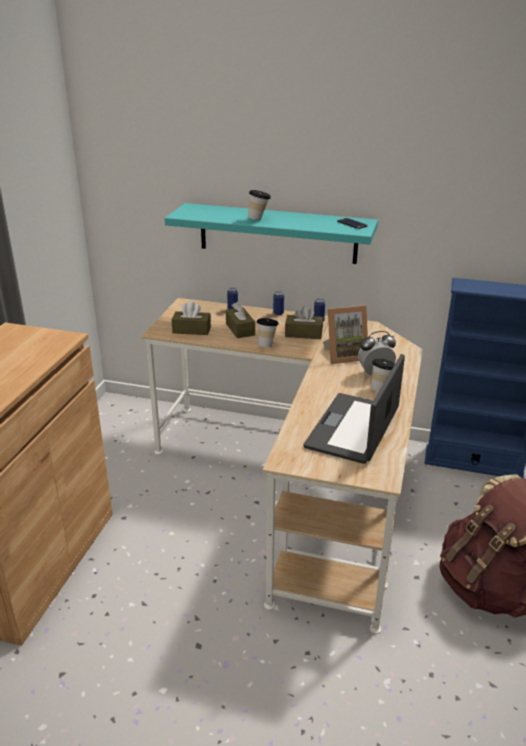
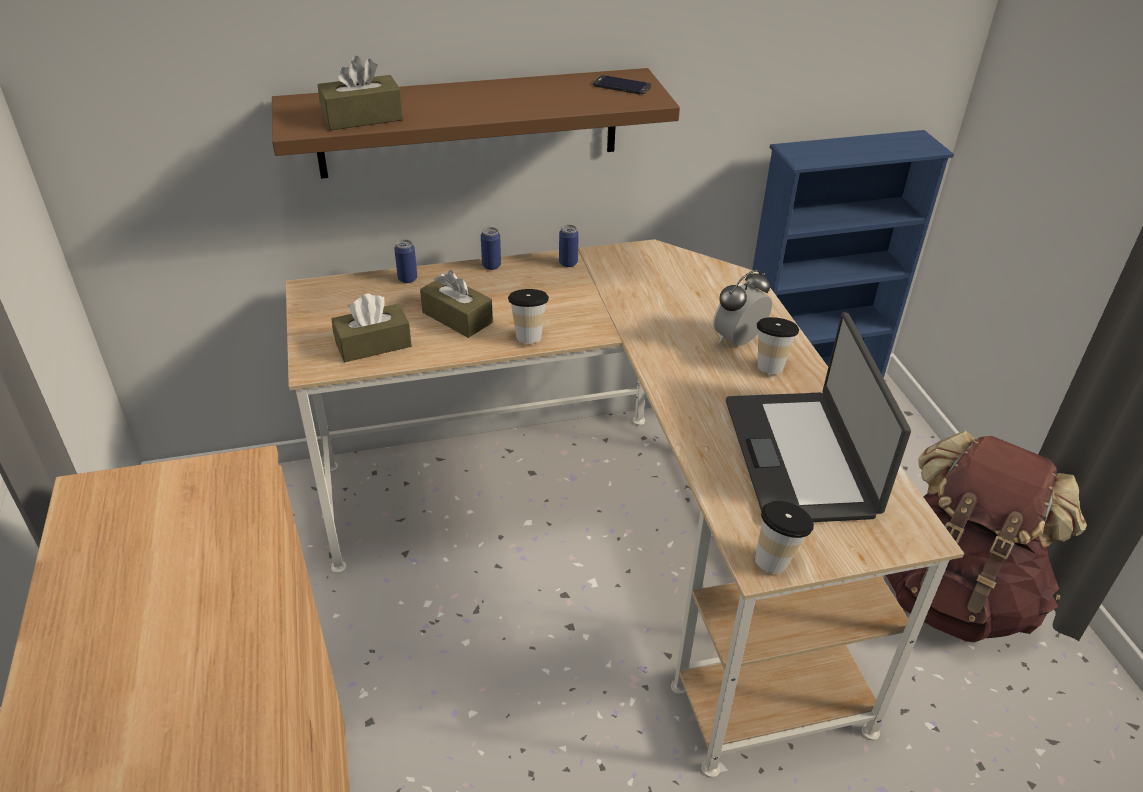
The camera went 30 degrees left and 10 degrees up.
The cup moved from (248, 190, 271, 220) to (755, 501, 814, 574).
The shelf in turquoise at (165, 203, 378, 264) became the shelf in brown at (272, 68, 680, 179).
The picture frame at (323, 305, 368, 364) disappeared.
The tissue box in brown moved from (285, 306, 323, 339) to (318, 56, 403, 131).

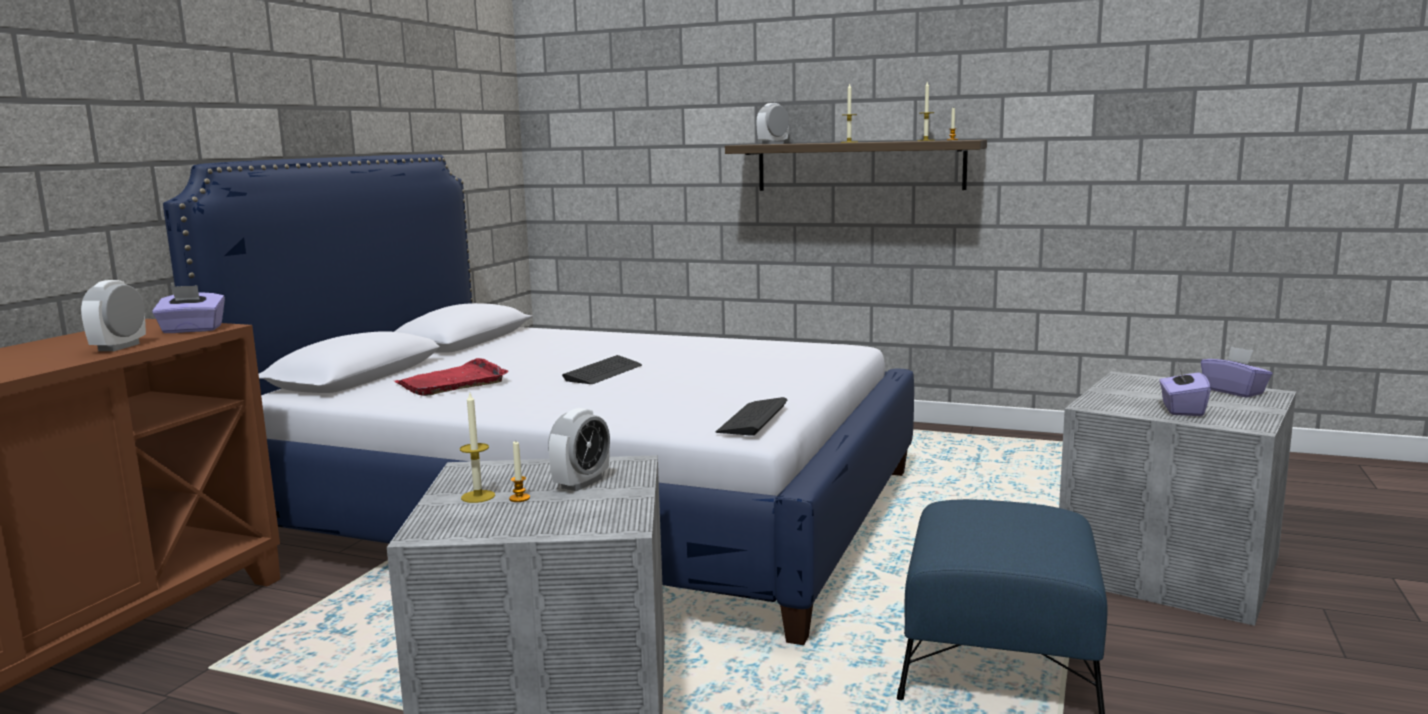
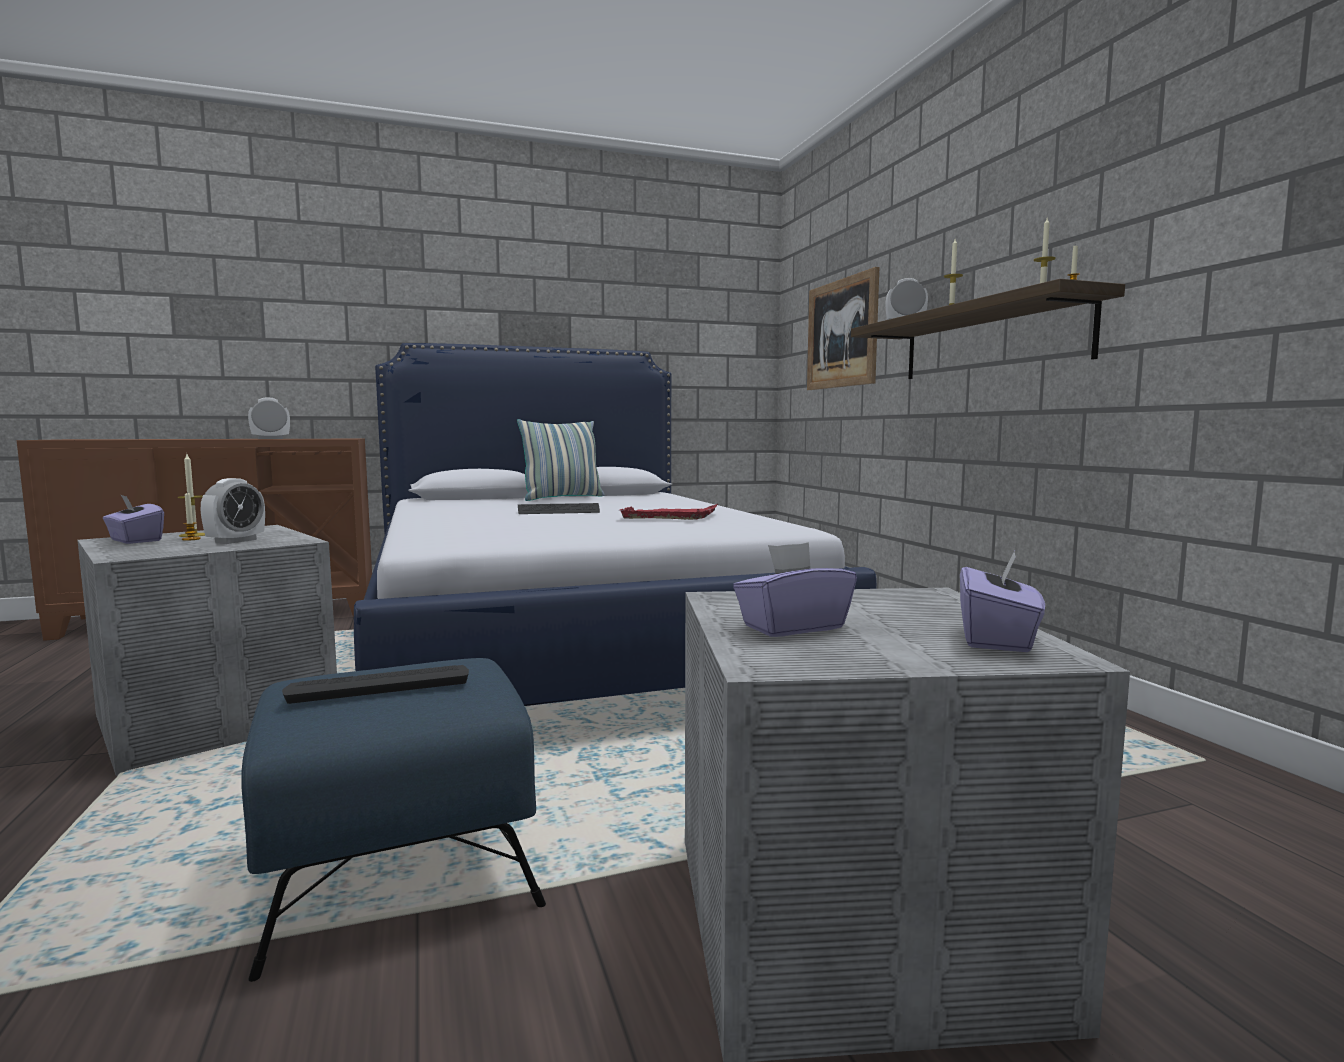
The camera went 50 degrees right and 5 degrees down.
The tissue box in purple moved from (152, 285, 225, 333) to (103, 494, 164, 544).
The tray in red moved from (394, 358, 509, 396) to (620, 504, 718, 520).
The keyboard moved from (716, 397, 787, 436) to (282, 665, 469, 704).
The alarm clock at (548, 408, 610, 491) turned 60 degrees counterclockwise.
The picture at (807, 267, 879, 390) appeared.
The pillow at (517, 419, 605, 501) appeared.

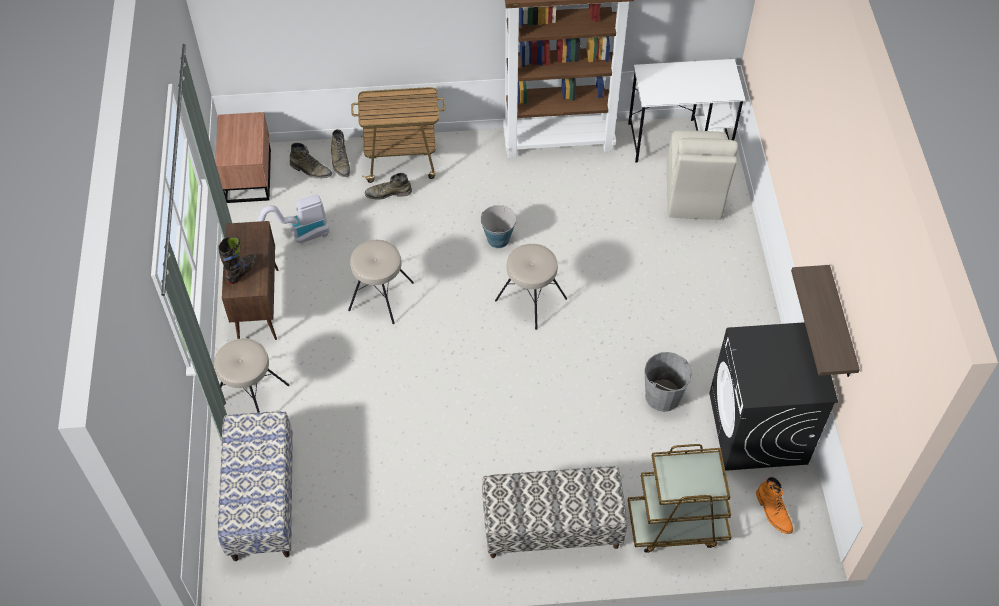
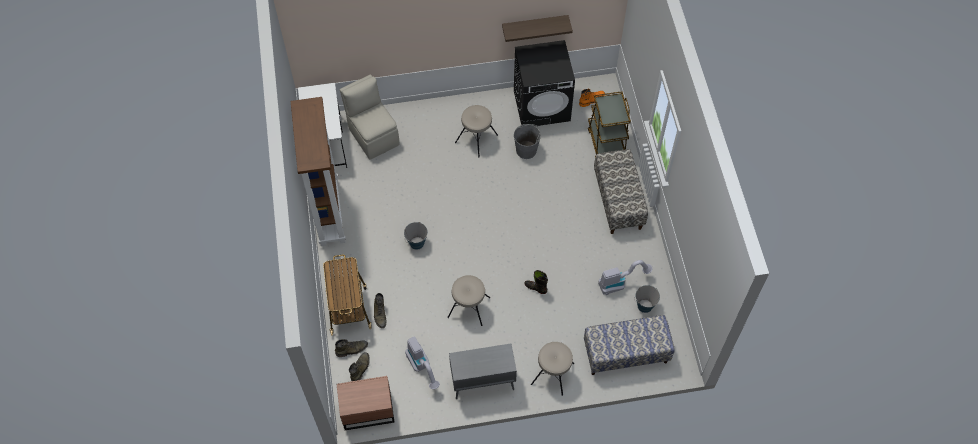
The camera went 95 degrees left and 5 degrees up.
The chair in beige at (667, 130, 738, 220) turned 120 degrees counterclockwise.
The cabinet in brown at (222, 221, 278, 340) became the cabinet in grey at (449, 344, 517, 399).
The boot in black moved from (218, 236, 256, 284) to (525, 270, 548, 294).
The stool in beige moved from (495, 244, 567, 330) to (455, 105, 498, 157).
The vacuum cleaner at (598, 260, 653, 295) appeared.
The bucket at (634, 285, 660, 313) appeared.

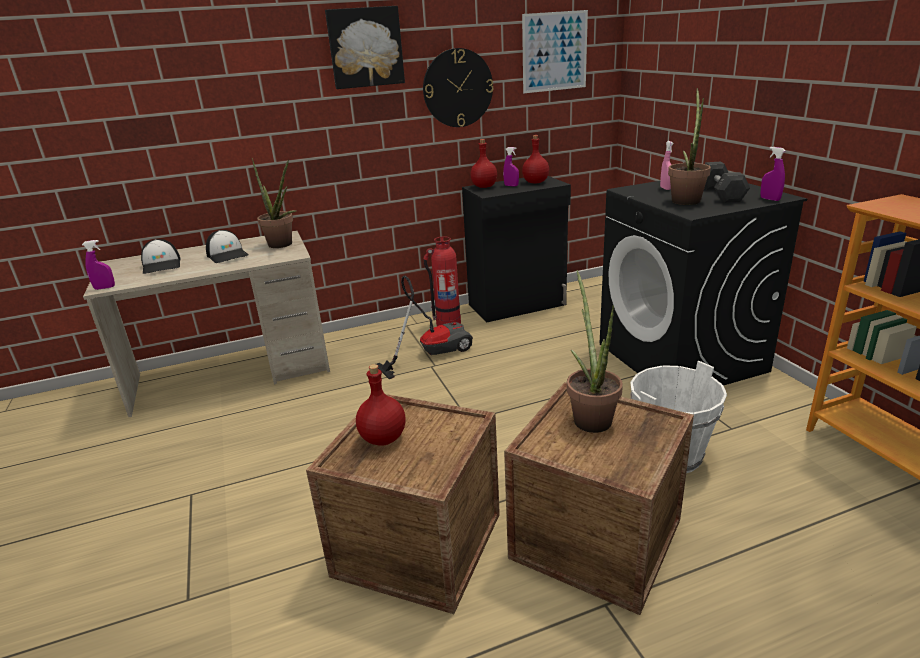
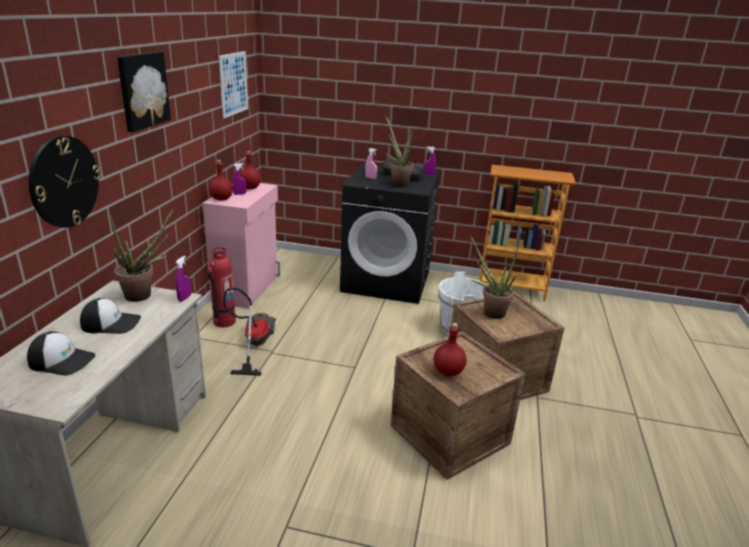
The camera went 60 degrees left and 0 degrees up.
The wall clock moved from (423, 48, 494, 127) to (29, 136, 101, 228).
The cabinet in black at (462, 176, 571, 322) became the cabinet in pink at (203, 183, 280, 309).
The spray bottle in purple moved from (82, 240, 115, 290) to (176, 256, 191, 302).

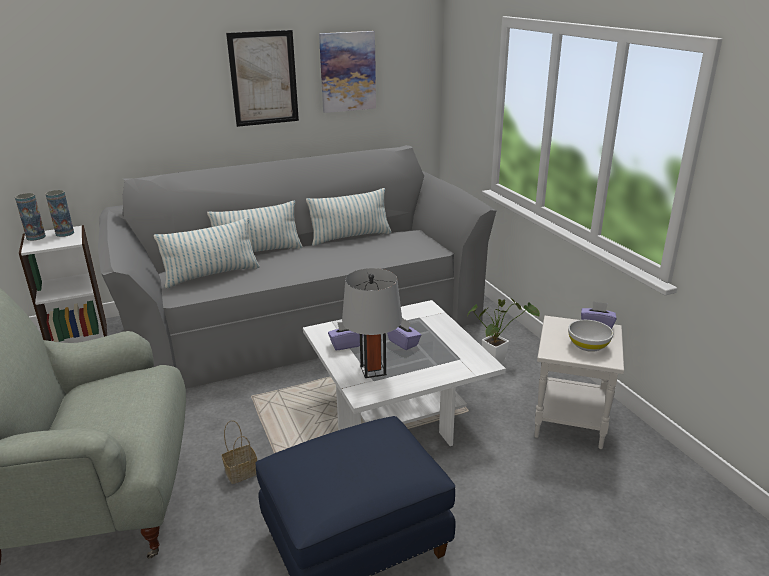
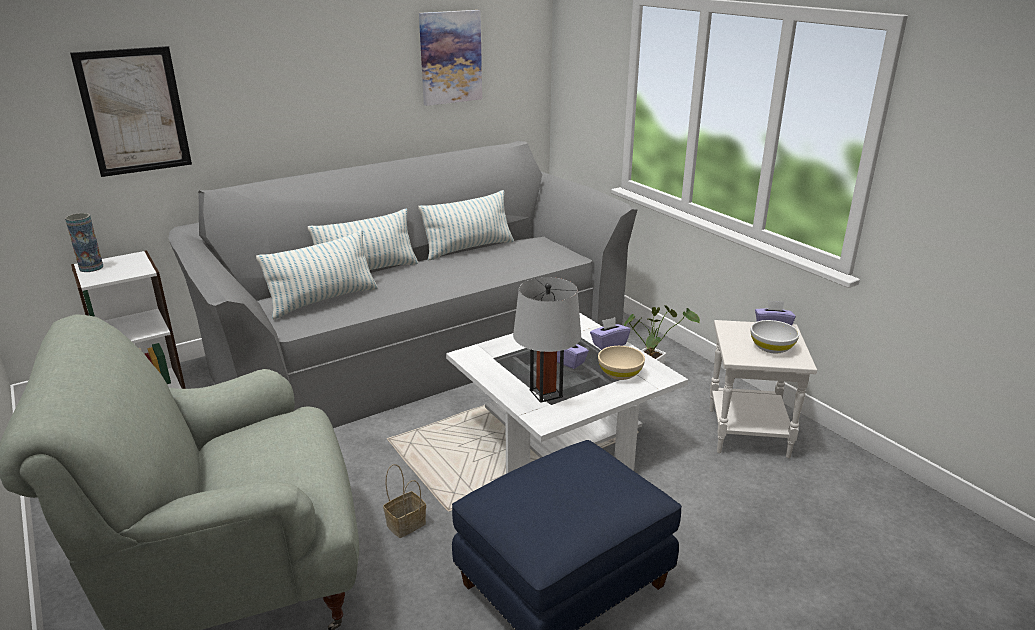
The camera went 10 degrees left and 0 degrees up.
The picture moved from (226, 30, 299, 127) to (70, 46, 192, 177).
The vase at (45, 190, 74, 237) disappeared.
The tissue box in purple moved from (328, 322, 364, 350) to (590, 317, 630, 350).
The bowl in beige at (598, 346, 645, 380) appeared.

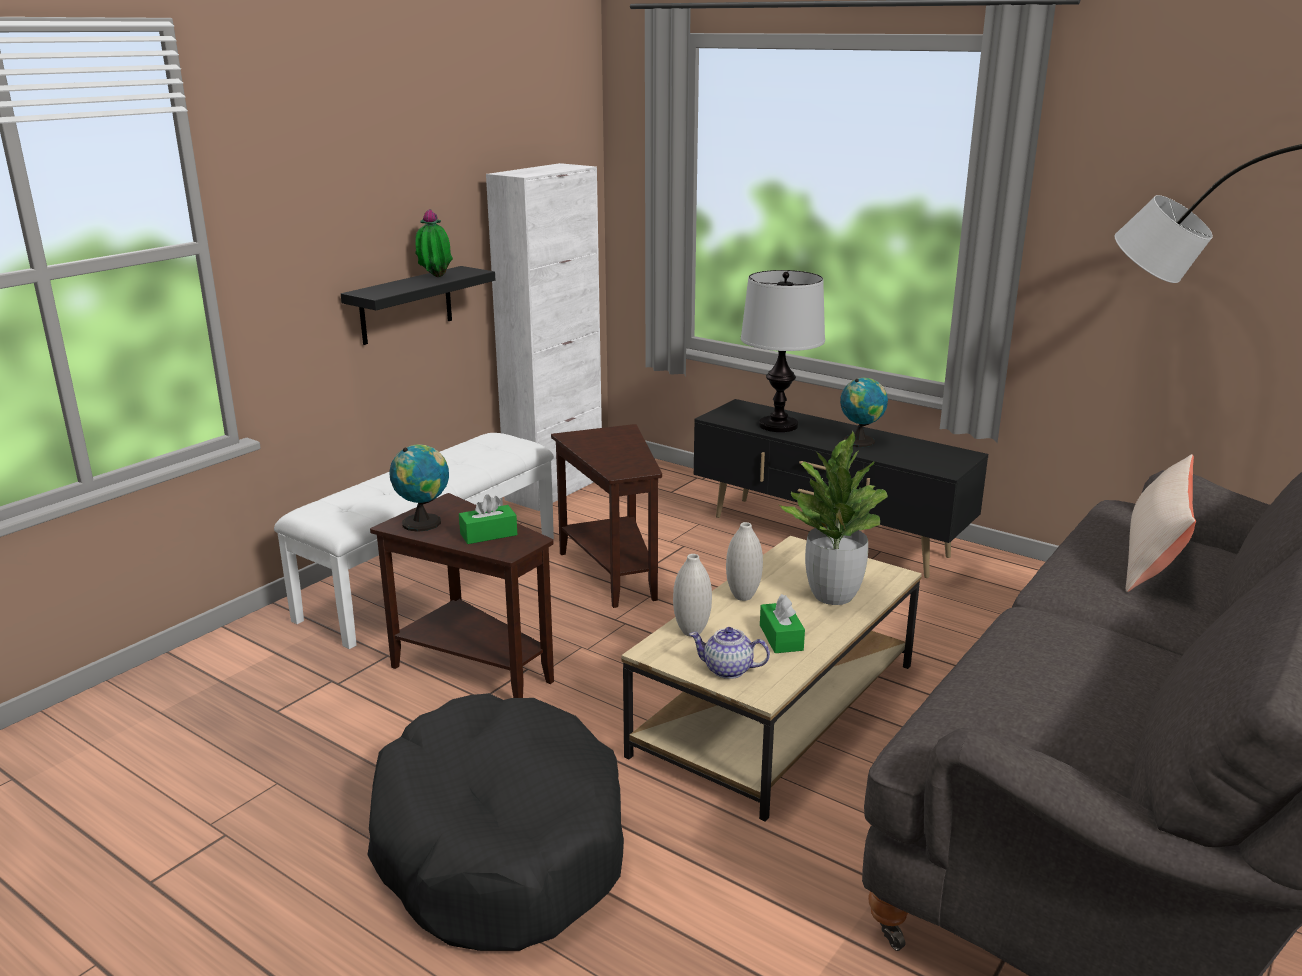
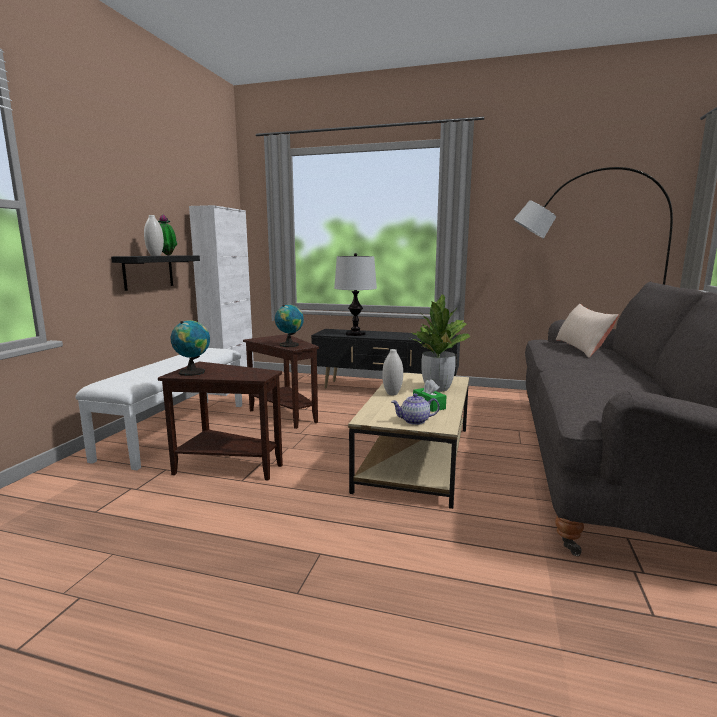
The camera went 20 degrees left and 10 degrees down.
The globe moved from (840, 378, 888, 447) to (275, 305, 304, 347).
The tissue box in green at (459, 494, 517, 544) disappeared.
The vase in white moved from (673, 554, 712, 637) to (144, 215, 164, 256).
The dog bed in black at (367, 693, 624, 951) disappeared.

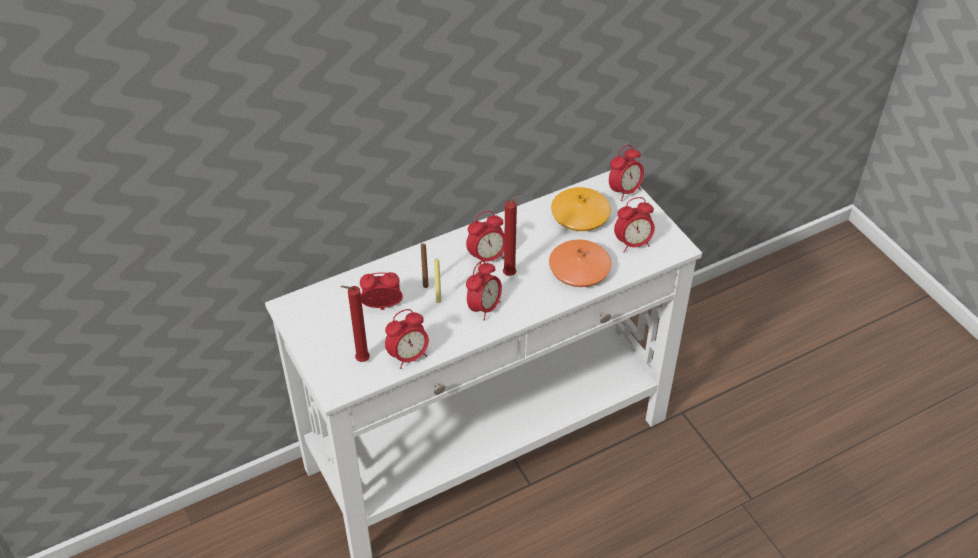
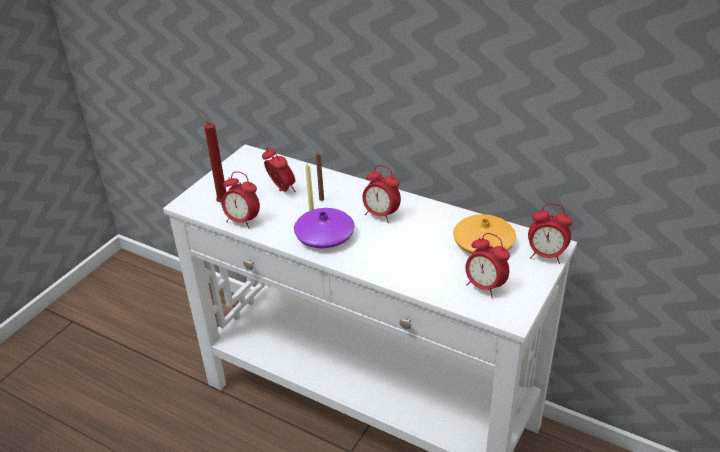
The camera went 60 degrees right and 10 degrees down.
The candle in red at (503, 195, 523, 276) disappeared.
The vase in orange at (549, 239, 612, 287) disappeared.
The alarm clock at (466, 261, 502, 321) was replaced by the vase in purple at (294, 208, 355, 248).

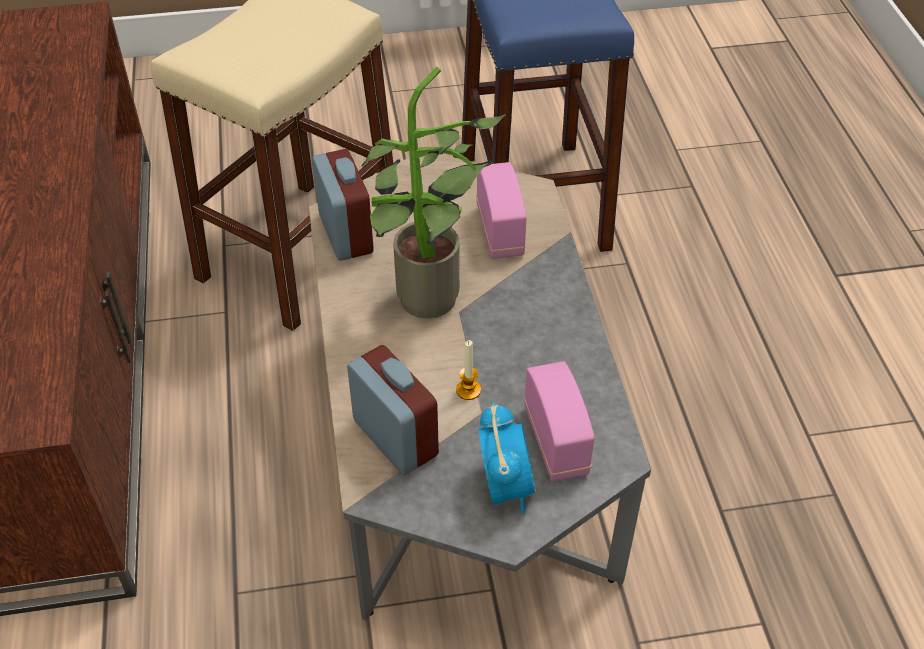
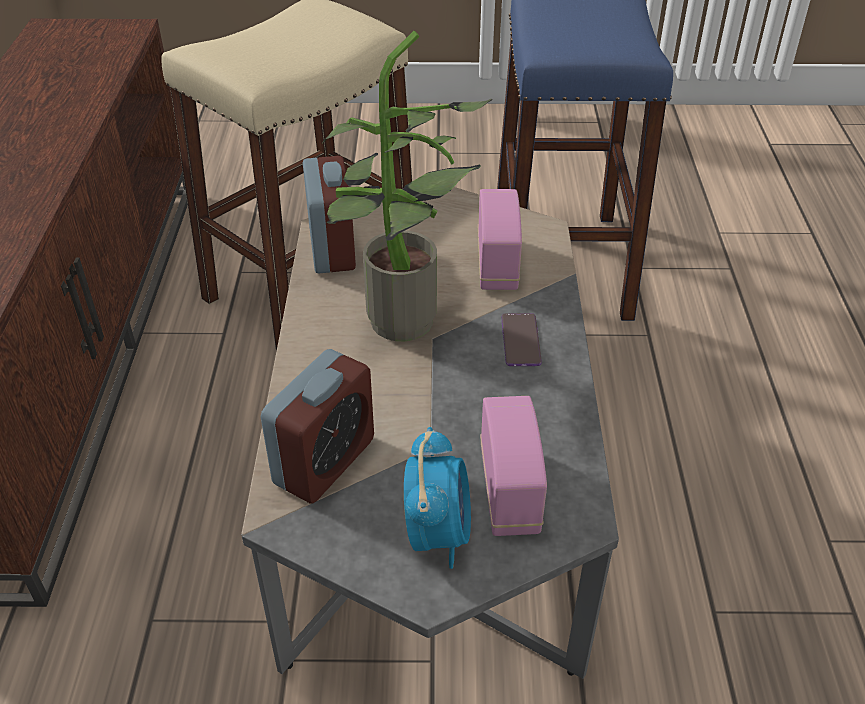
The camera went 10 degrees right and 5 degrees down.
The candle at (456, 340, 481, 400) disappeared.
The alarm clock at (347, 345, 439, 475) turned 60 degrees clockwise.
The phone at (502, 313, 542, 366) appeared.

